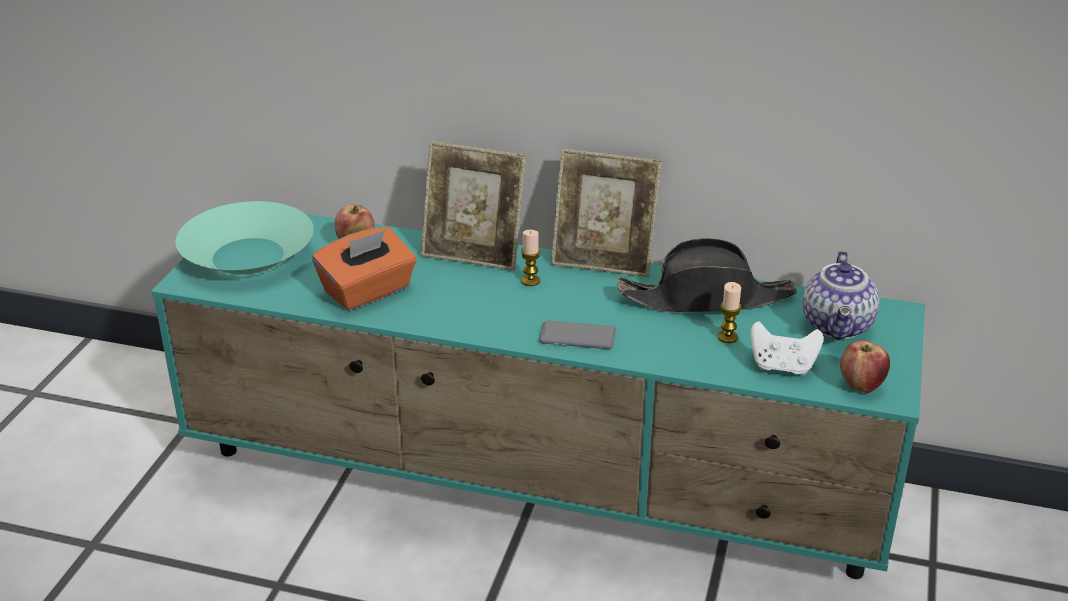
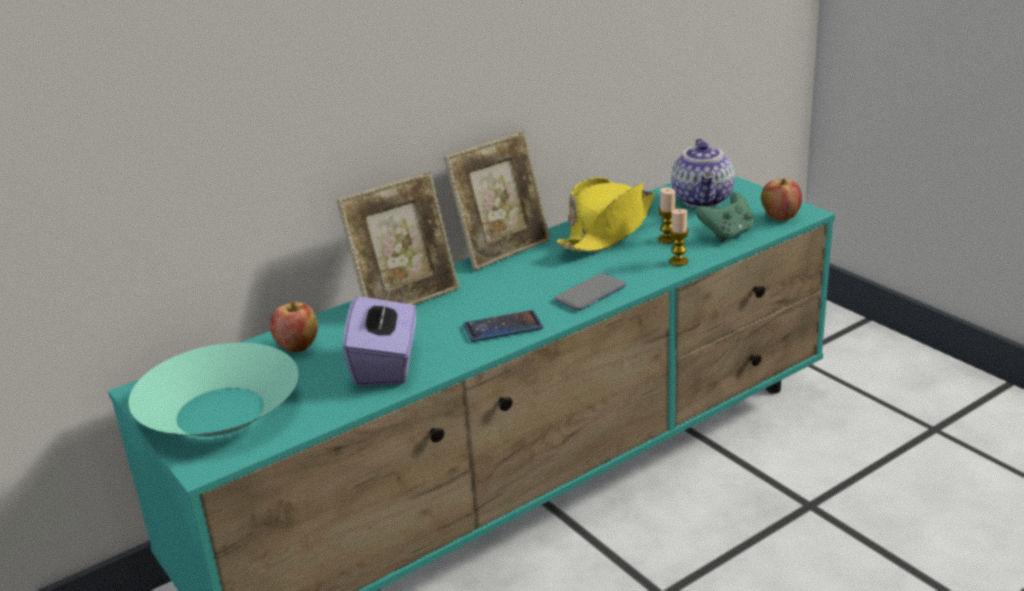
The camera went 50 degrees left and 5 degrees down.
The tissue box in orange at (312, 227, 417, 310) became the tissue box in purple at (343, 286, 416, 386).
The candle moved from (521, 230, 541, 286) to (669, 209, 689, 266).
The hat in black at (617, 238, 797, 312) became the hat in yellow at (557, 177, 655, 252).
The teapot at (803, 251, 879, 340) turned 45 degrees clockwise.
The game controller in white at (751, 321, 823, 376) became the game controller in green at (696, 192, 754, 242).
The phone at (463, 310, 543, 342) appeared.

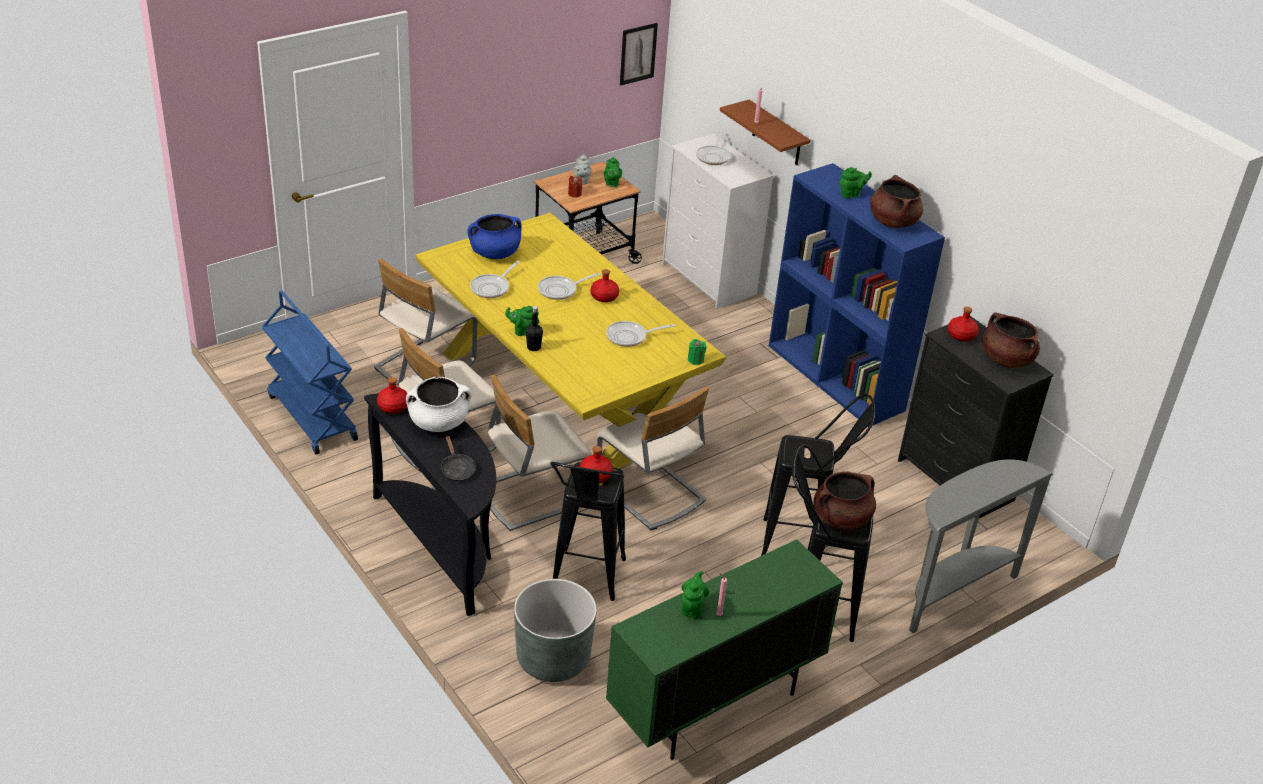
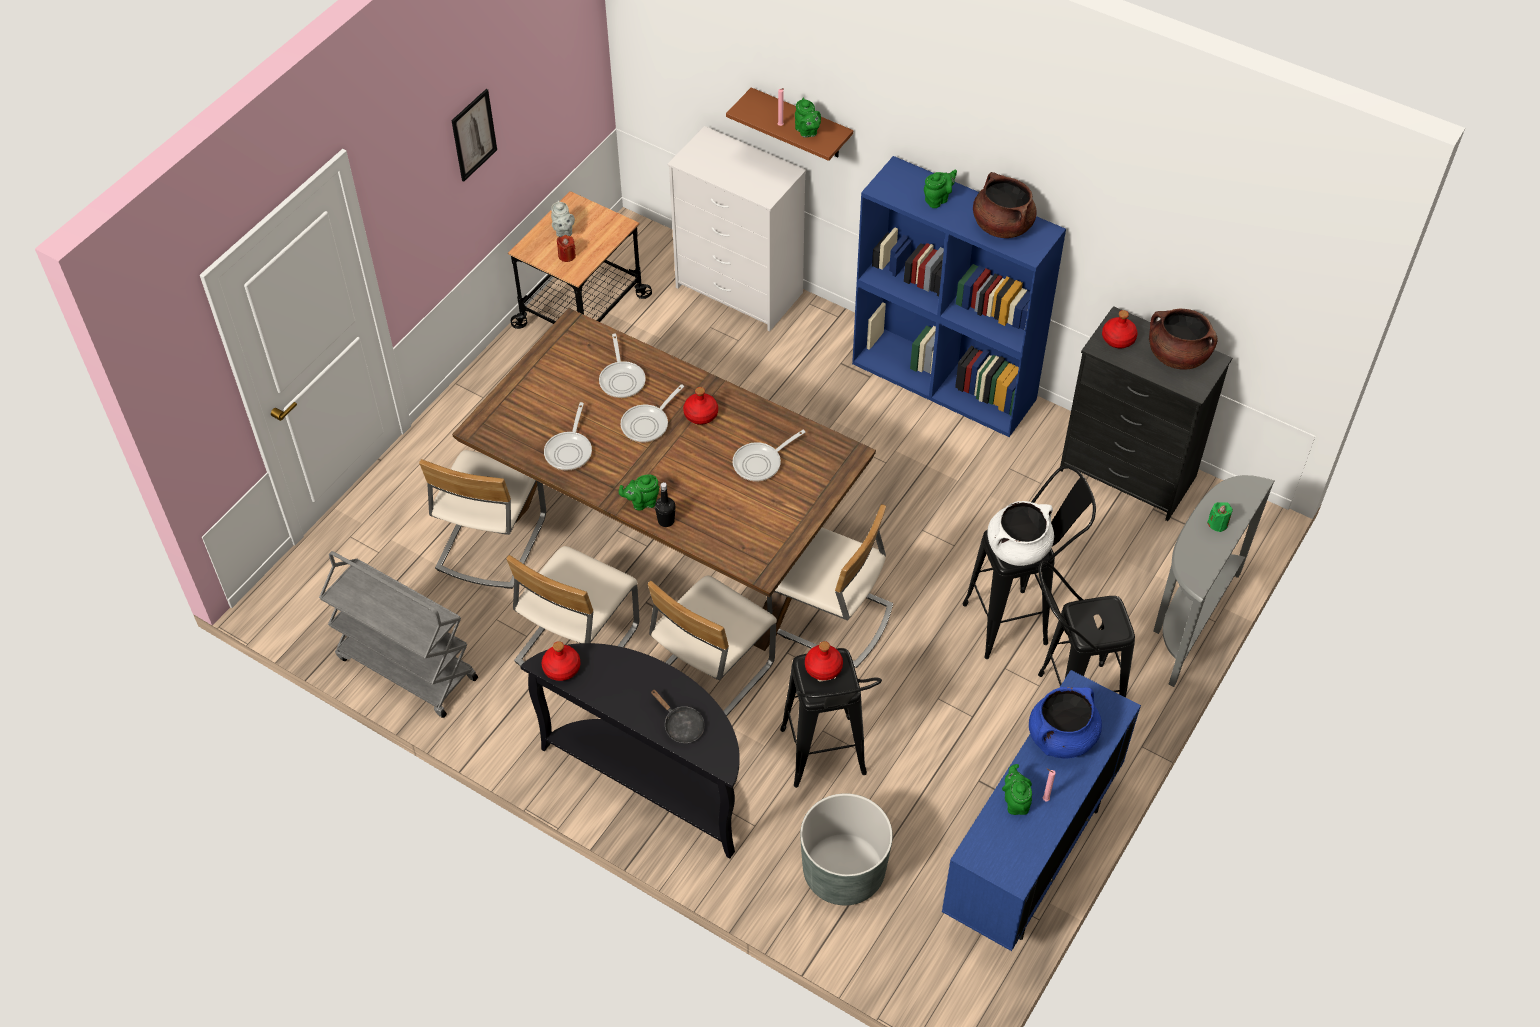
The camera went 20 degrees left and 15 degrees up.
The picture moved from (620, 23, 658, 85) to (451, 89, 497, 182).
The frying pan moved from (696, 131, 731, 165) to (599, 333, 646, 398).
The teapot in green moved from (603, 156, 622, 187) to (795, 98, 821, 138).
The dining table in yellow at (415, 213, 726, 486) became the dining table in brown at (452, 308, 876, 651).
The cooking pot in blue moved from (467, 214, 522, 259) to (1029, 687, 1102, 758).
The cart in blue at (262, 291, 358, 455) became the cart in grey at (319, 551, 478, 718).
The candle in green moved from (688, 339, 707, 365) to (1207, 502, 1233, 532).
The cooking pot in white moved from (406, 377, 471, 432) to (987, 501, 1054, 566).
The cooking pot in brown at (814, 471, 876, 530) disappeared.
The cabinet in green at (606, 539, 843, 760) became the cabinet in blue at (942, 670, 1141, 951).

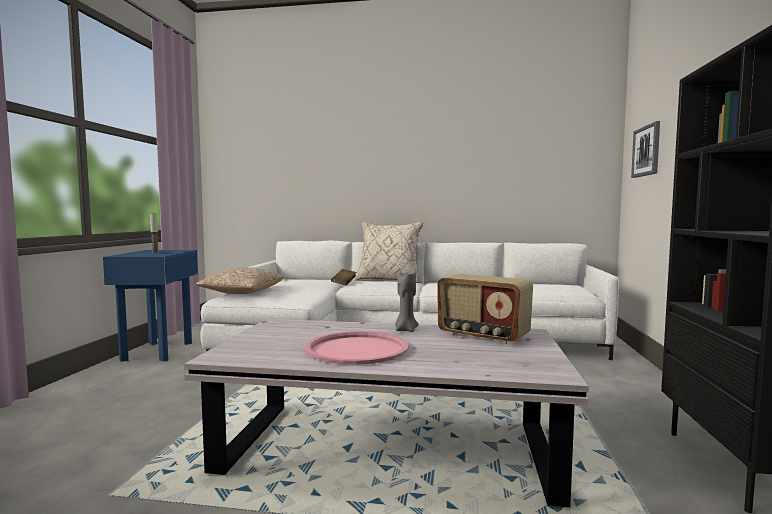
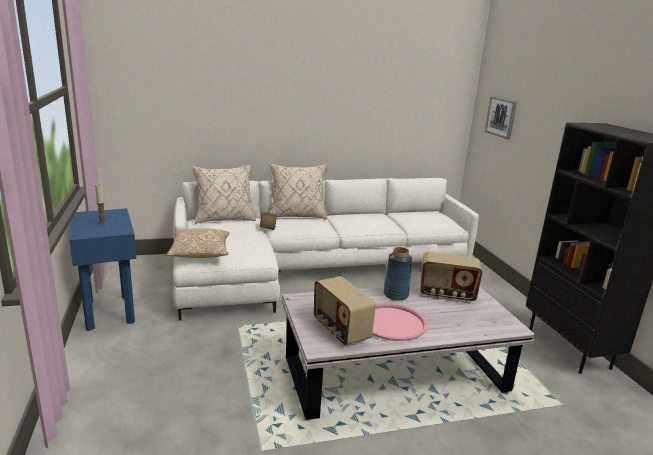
The camera went 25 degrees left and 15 degrees up.
The candle in grey at (395, 270, 419, 332) was replaced by the vase in blue at (384, 247, 412, 301).
The pillow in beige at (192, 164, 256, 224) appeared.
The radio at (314, 276, 376, 345) appeared.

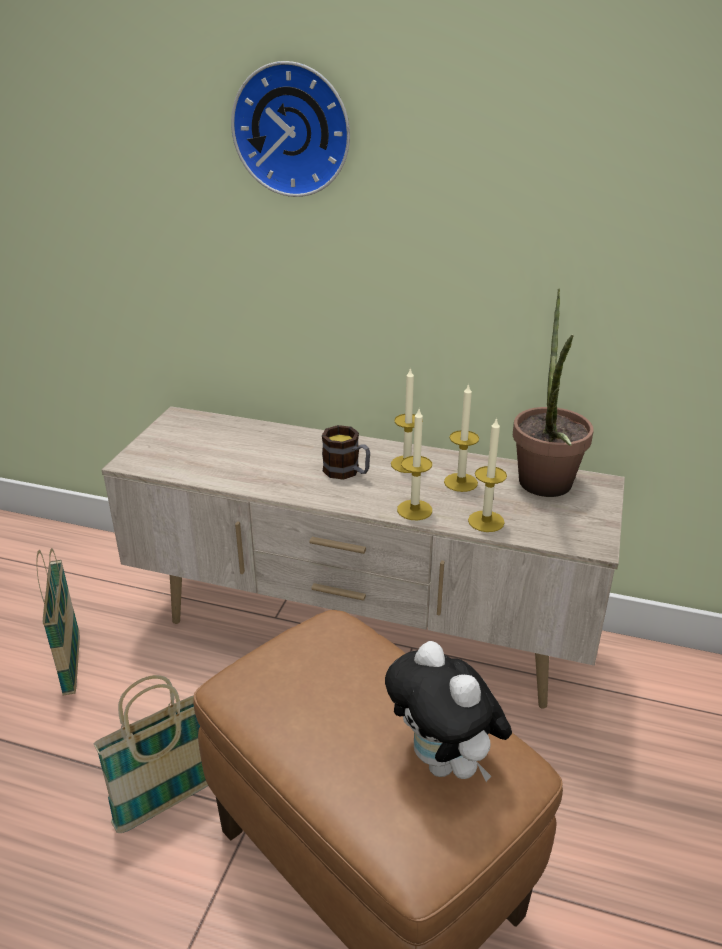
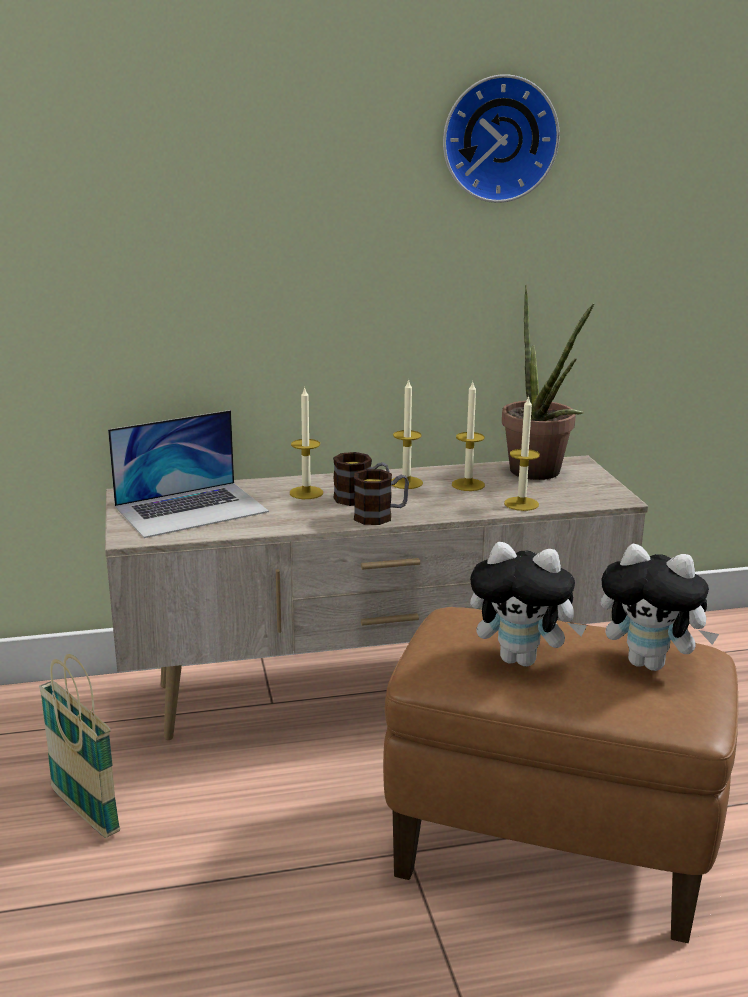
The camera went 30 degrees left and 10 degrees down.
The wall clock moved from (231, 61, 350, 197) to (443, 74, 560, 203).
The candle moved from (397, 409, 432, 520) to (290, 388, 323, 499).
The basket at (93, 675, 208, 833) disappeared.
The laptop at (108, 410, 269, 538) appeared.
The mug at (354, 469, 409, 525) appeared.
The plush toy at (470, 542, 587, 666) appeared.

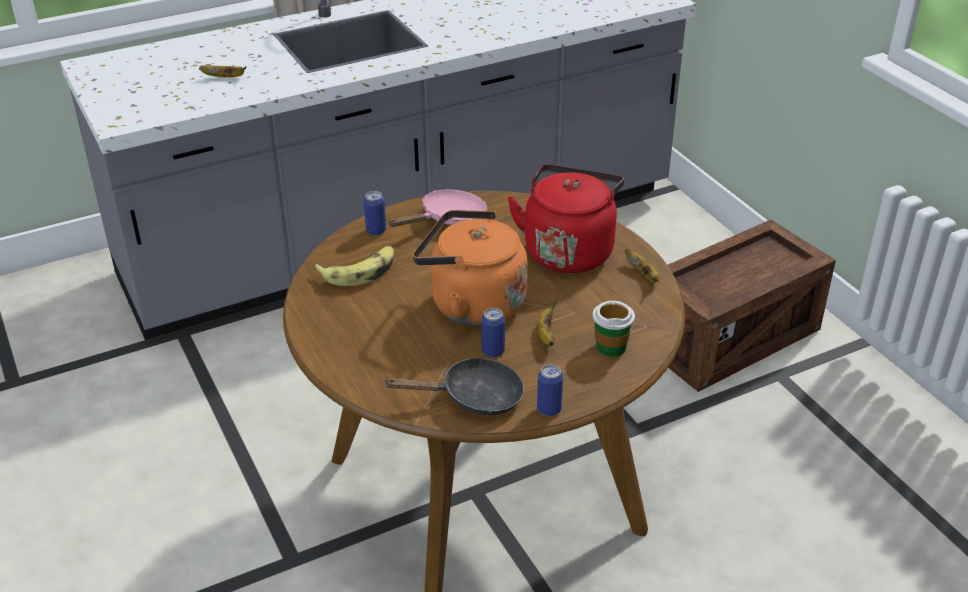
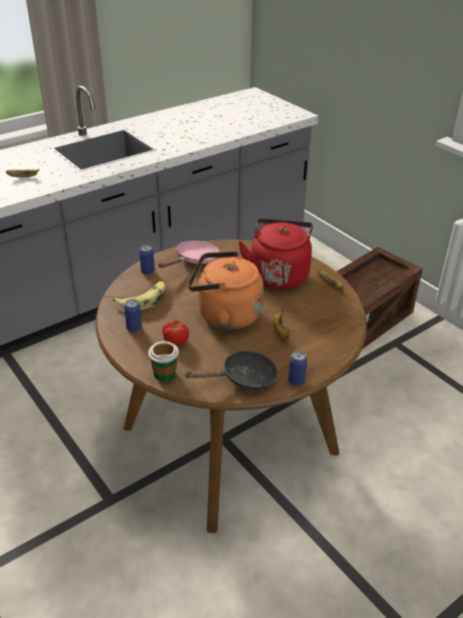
The camera went 10 degrees left and 0 degrees up.
The cup moved from (593, 301, 635, 357) to (148, 341, 179, 382).
The can moved from (481, 308, 505, 358) to (124, 299, 142, 332).
The tomato at (162, 320, 189, 345) appeared.

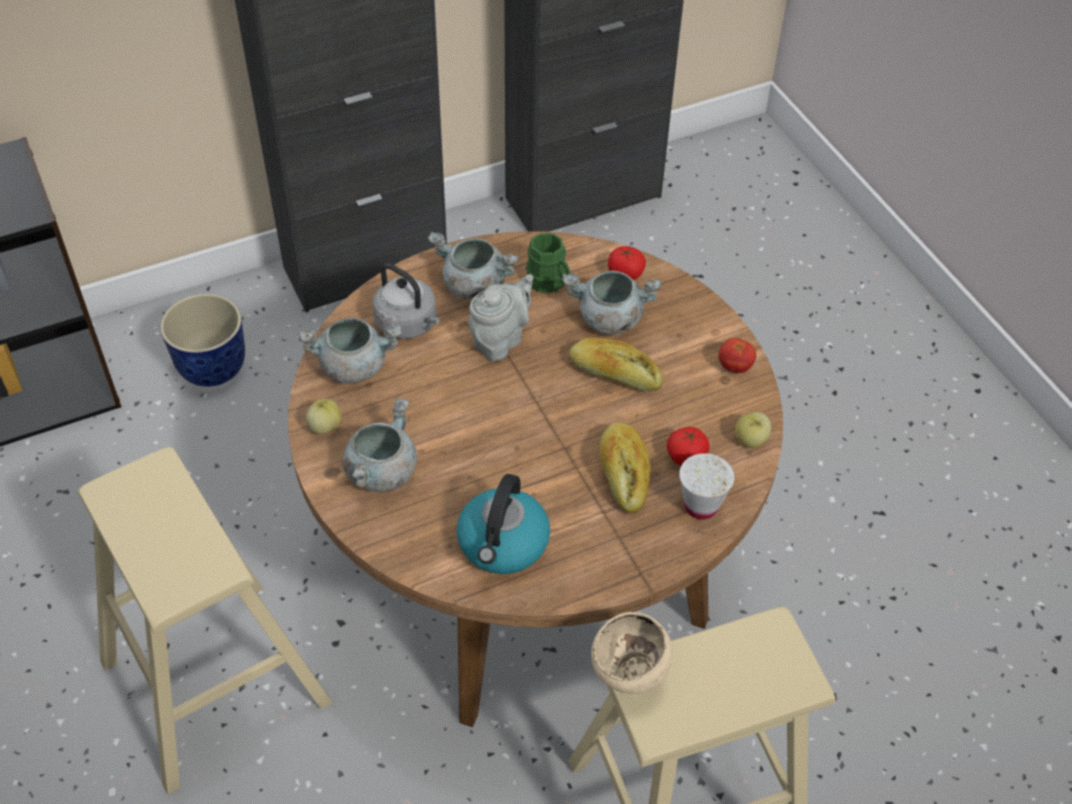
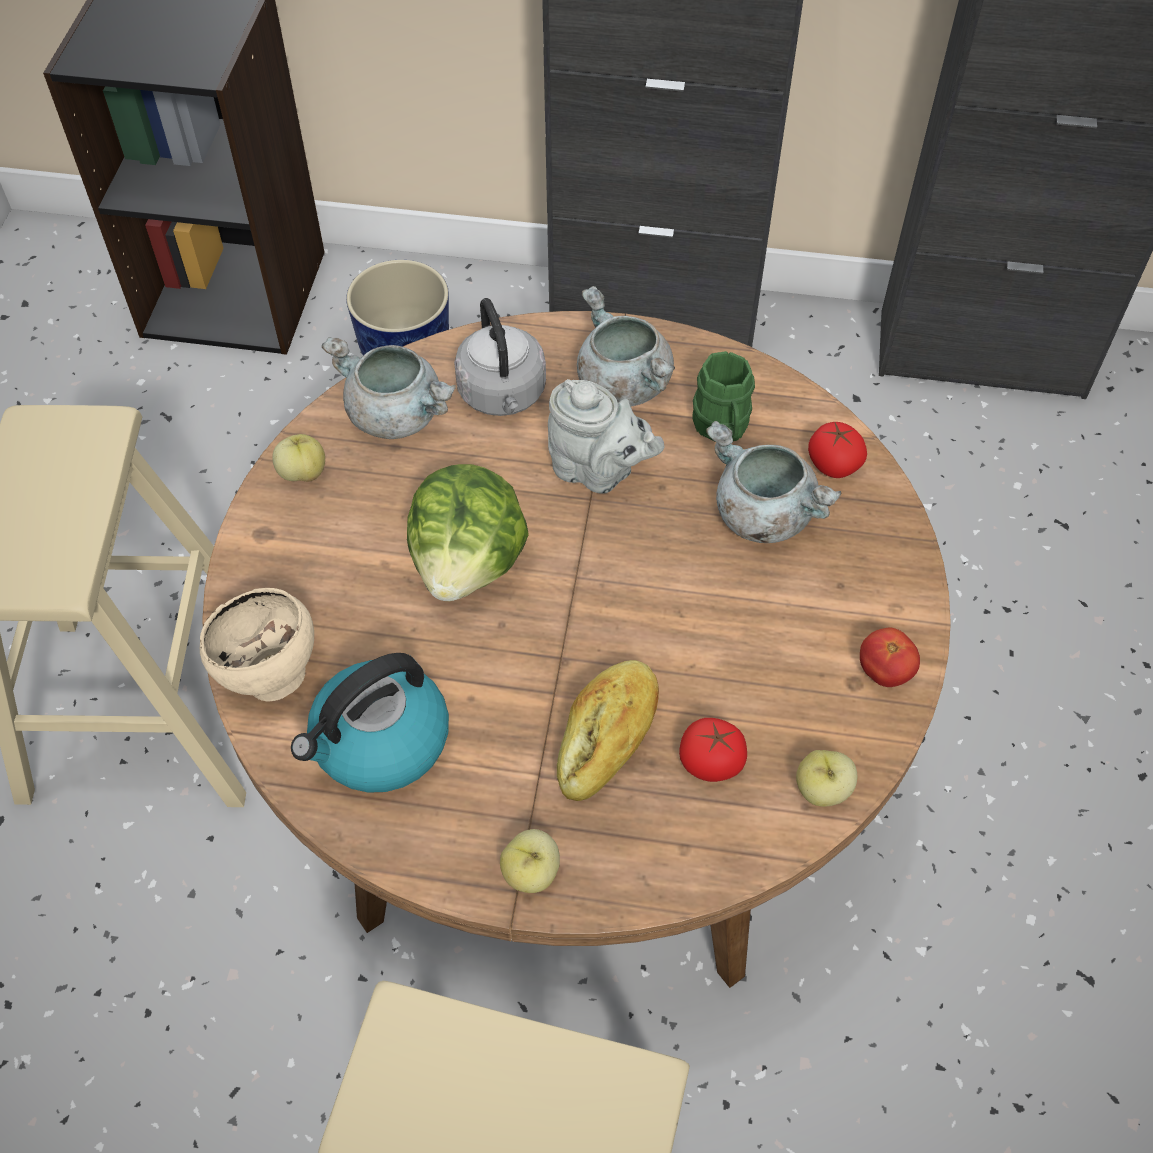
The camera went 35 degrees right and 5 degrees up.
The teapot in grey at (469, 274, 533, 361) turned 45 degrees clockwise.
The bread at (569, 337, 663, 392) disappeared.
The cooking pot in grey at (342, 398, 417, 492) disappeared.
The cup in white at (679, 453, 735, 519) disappeared.
The bowl in beige moved from (591, 612, 673, 694) to (200, 588, 314, 702).
The lettuce at (407, 464, 529, 601) appeared.
The apple at (500, 829, 560, 893) appeared.

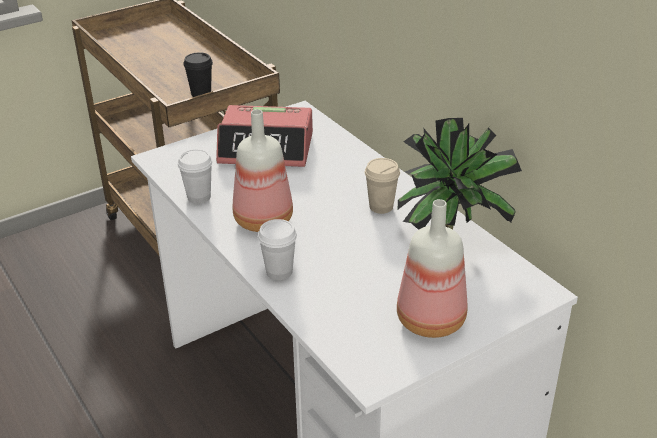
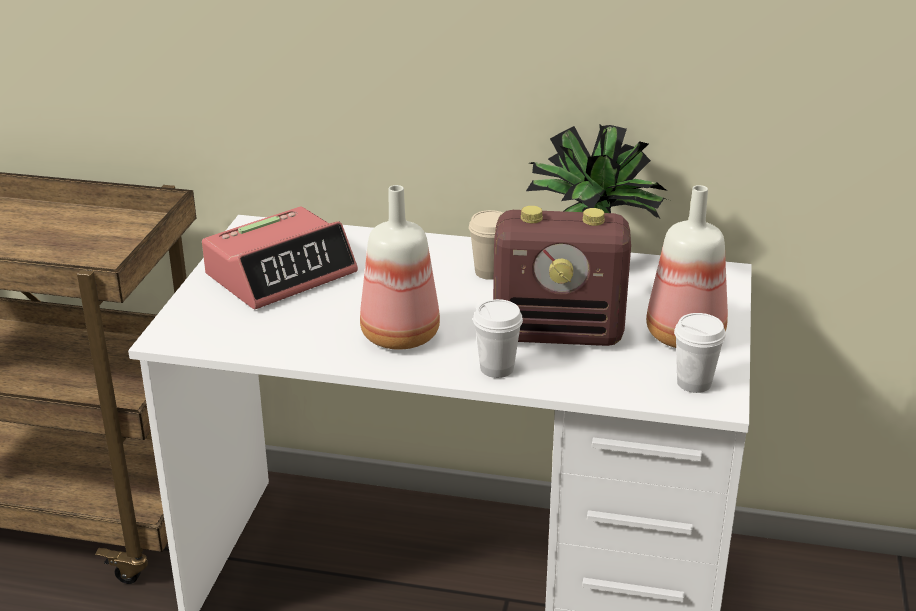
The camera went 45 degrees left and 5 degrees down.
The cup in black at (183, 52, 213, 97) disappeared.
The cup in white moved from (178, 149, 213, 204) to (674, 313, 726, 393).
The radio at (493, 206, 631, 346) appeared.

